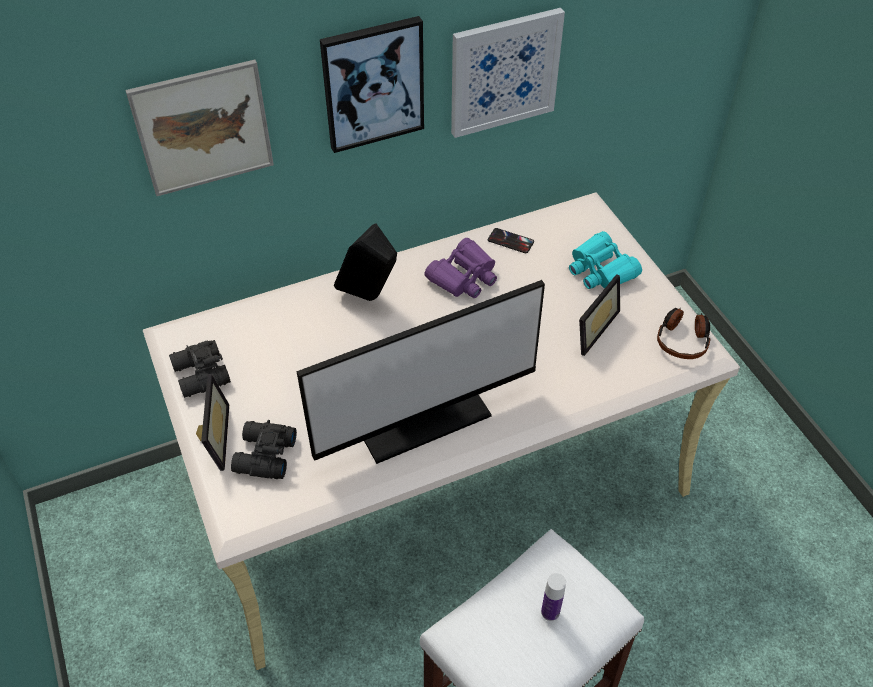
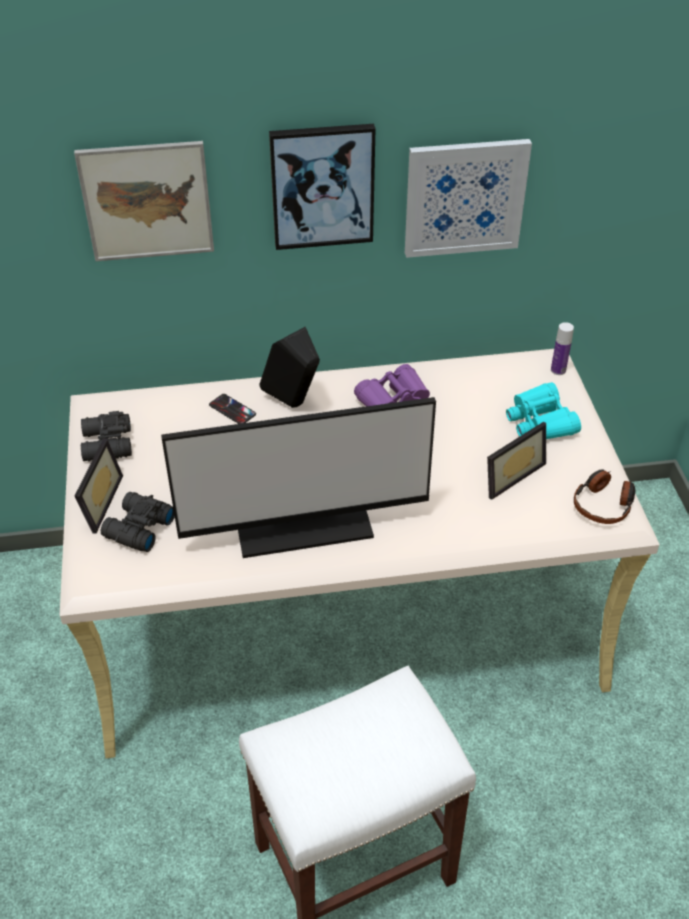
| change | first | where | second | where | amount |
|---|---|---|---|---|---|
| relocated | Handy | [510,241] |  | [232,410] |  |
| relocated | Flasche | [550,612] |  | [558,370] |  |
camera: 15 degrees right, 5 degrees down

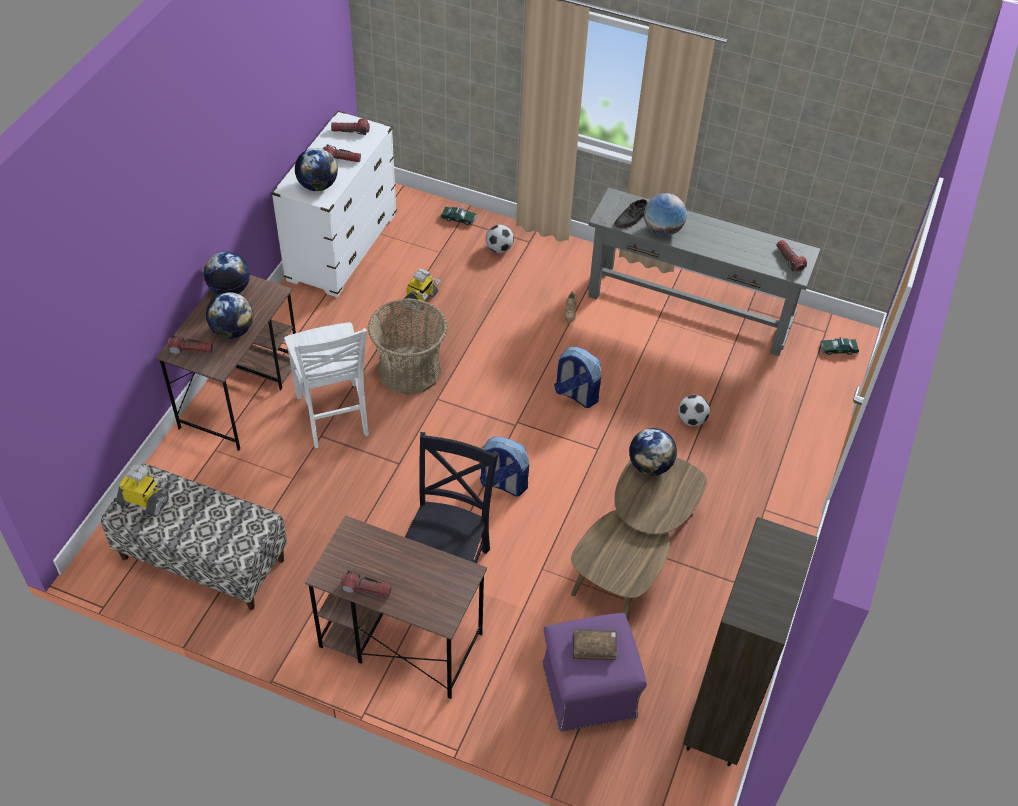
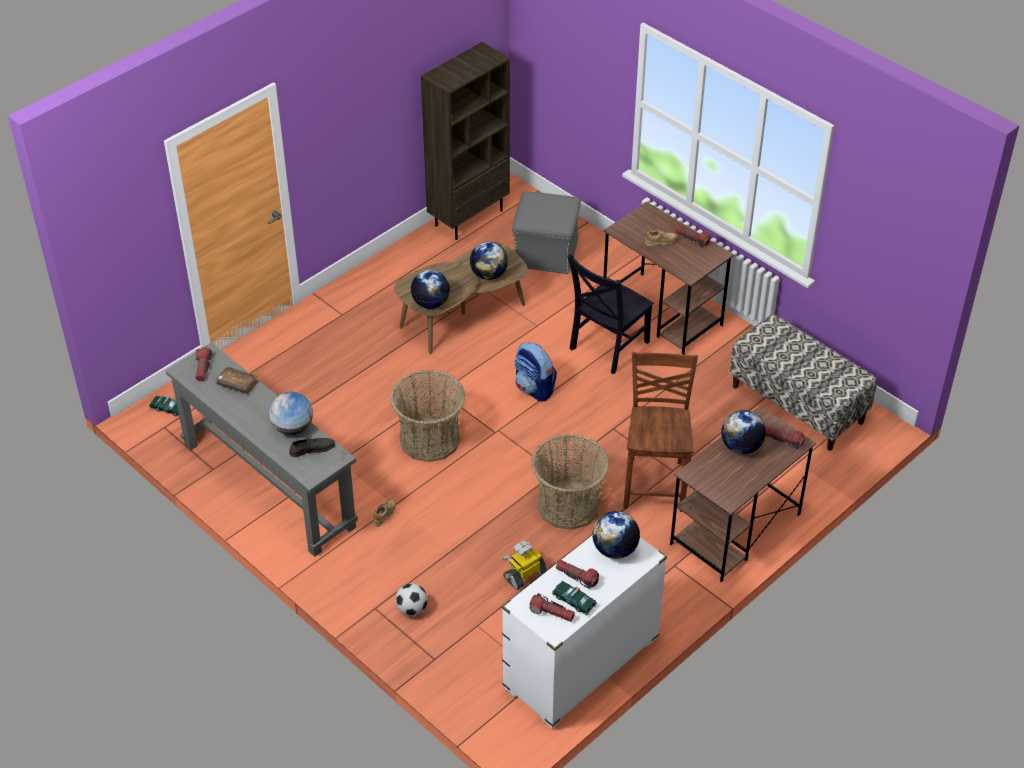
| change | first | where | second | where | amount |
|---|---|---|---|---|---|
| missing | Spielzeugroboter | [144,501] |  |  |  |
| missing | Fußball | [691,420] |  |  |  |
| appeared |  |  | Schuh (beige) | [661,243] |  |
| relocated | Globus | [230,289] |  | [488,275] |  |
| relocated | Spielzeugauto | [458,219] |  | [574,601] |  |
| relocated | Buch (braun) | [594,647] |  | [237,384] |  |
| exchanged | Rucksack | [575,395] | Korb | [430,439] |  |
| colour | Stuhl (weiß) | [333,417] | Stuhl (braun) | [655,483] |  |
| colour | Polsterhocker (lila) | [588,690] | Polsterhocker (grau) | [546,253] |  |
camera: 155 degrees left, 5 degrees down

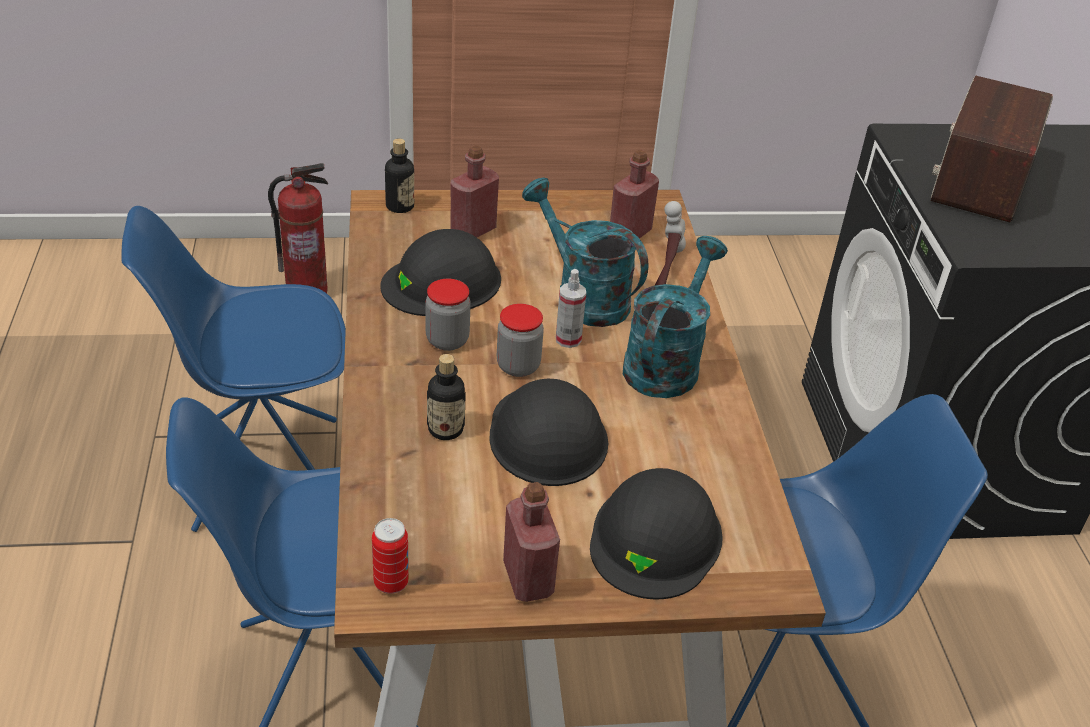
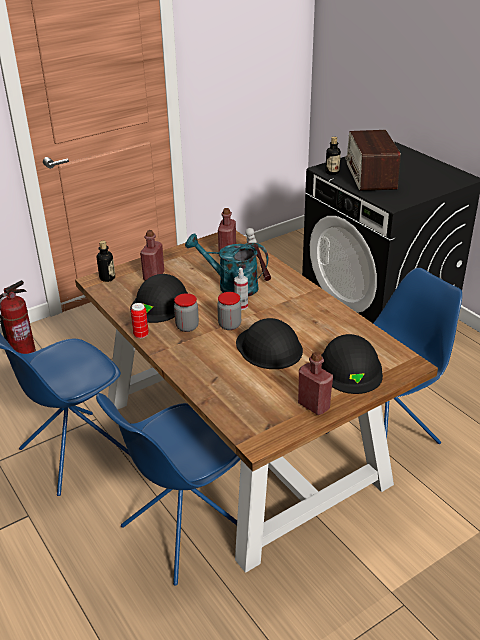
| change | first | where | second | where | amount |
|---|---|---|---|---|---|
| missing | Gießkanne (türkis) | [666,362] |  |  |  |
| relocated | Dose | [391,583] |  | [141,335] |  |
| relocated | Flasche | [445,429] |  | [332,172] |  |
camera: 25 degrees left, 5 degrees down

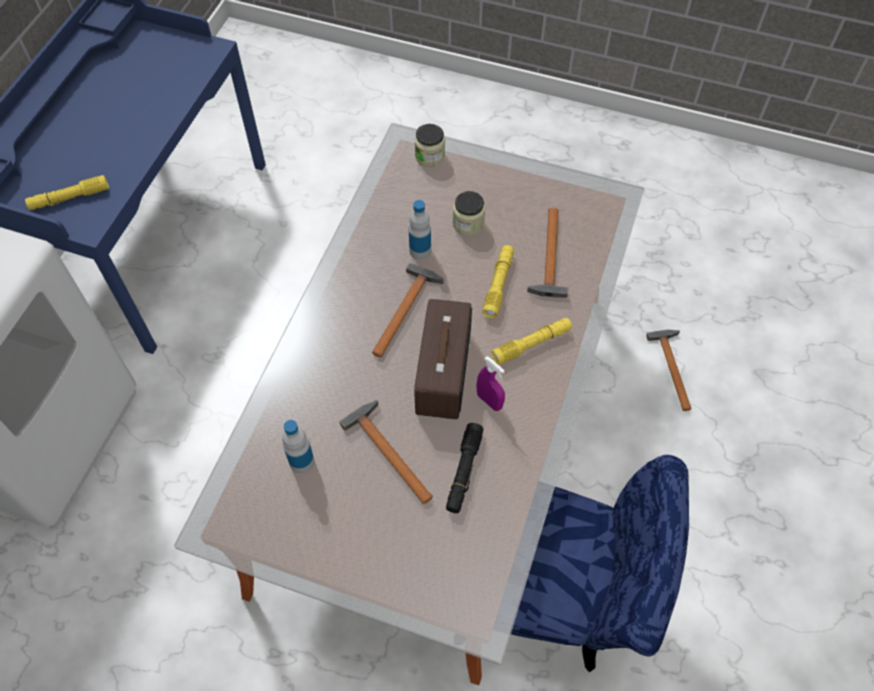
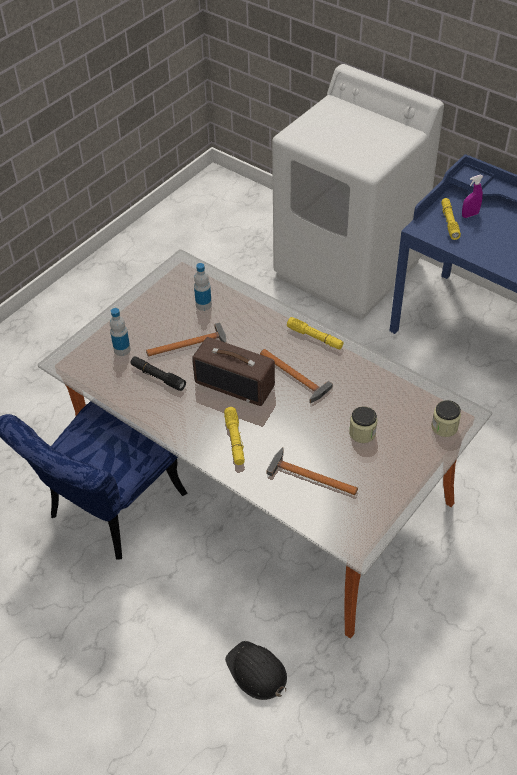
| change | first | where | second | where | amount |
|---|---|---|---|---|---|
| relocated | Flasche | [420,250] |  | [122,350] |  |
| relocated | Sprühflasche (lila) | [489,401] |  | [470,215] |  |
| relocated | Taschenlampe (gelb) | [498,285] |  | [315,337] |  |
| exchanged | Hammer | [672,366] | Schutzhelm (schwarz) | [256,672] |  |
camera: 110 degrees right, 10 degrees down

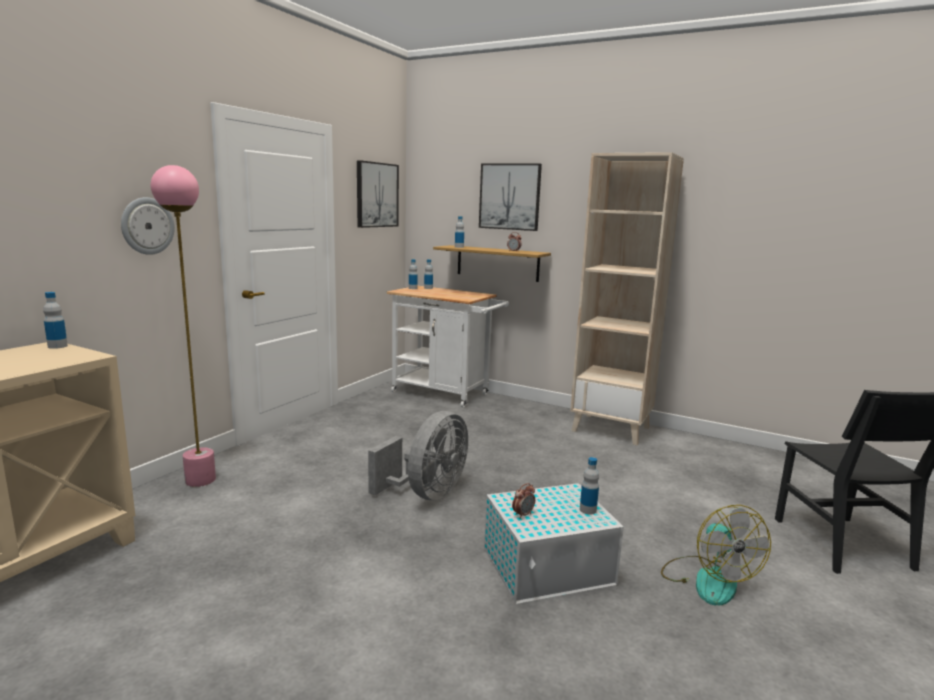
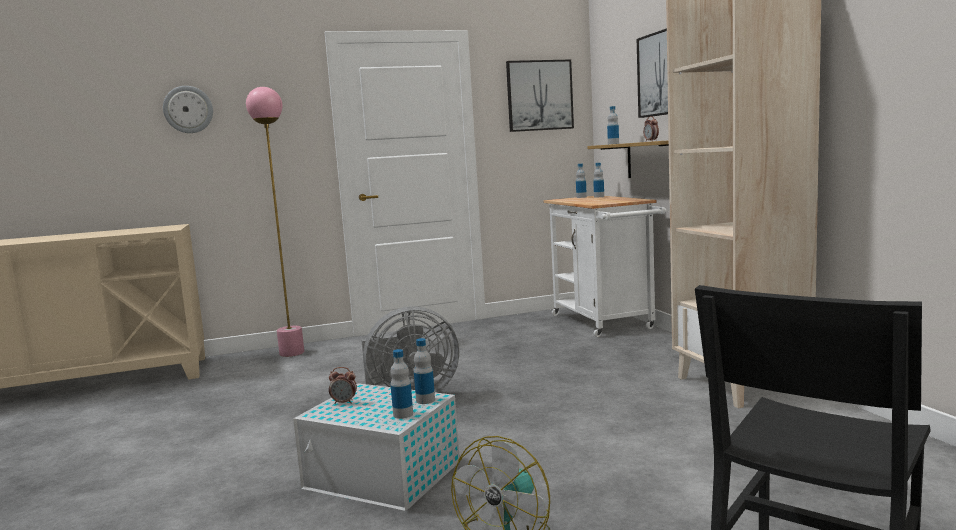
| change | first | where | second | where | amount |
|---|---|---|---|---|---|
| relocated | Flasche | [57,346] |  | [425,400] |  |
| relocated | Wanduhr | [147,226] |  | [188,109] |  |
camera: 45 degrees right, 5 degrees down

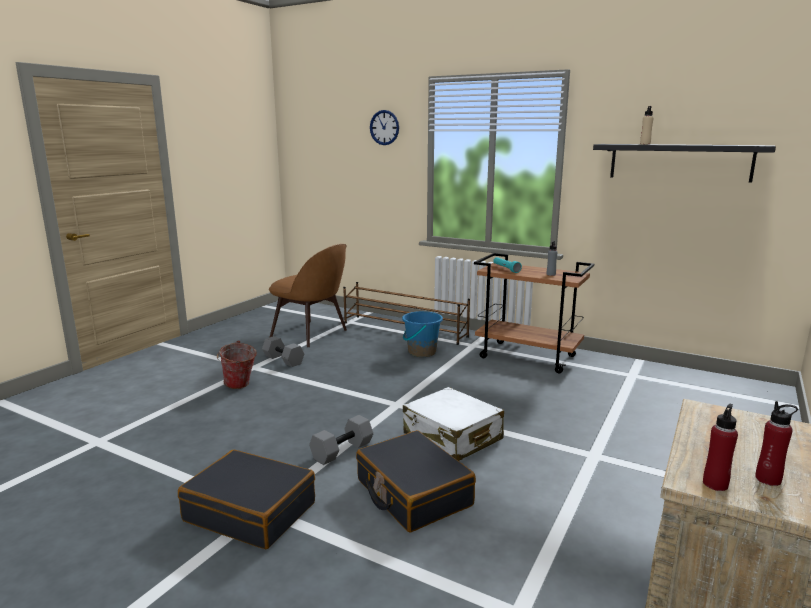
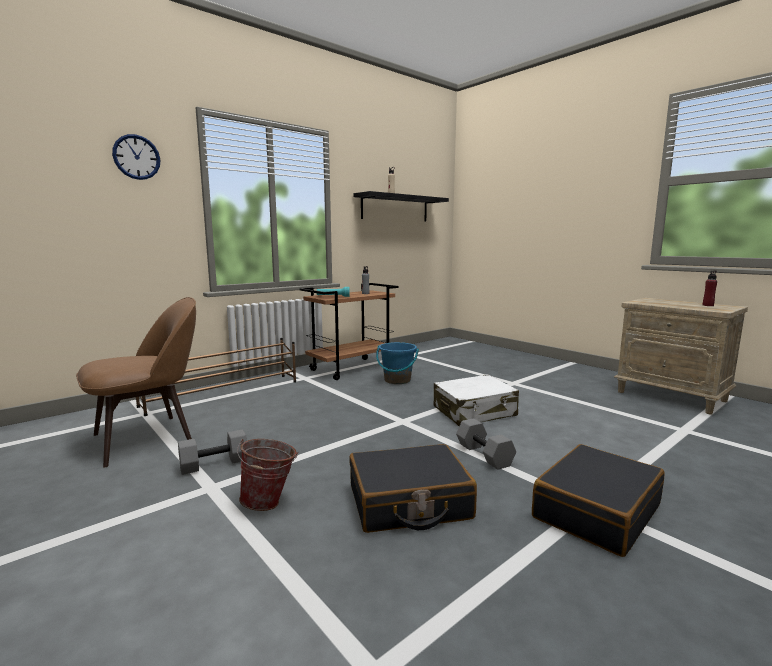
| change | first | where | second | where | amount |
|---|---|---|---|---|---|
| missing | Flasche (rot) | [715,484] |  |  |  |
| relocated | Koffer (schwarz) | [413,493] |  | [409,503] |  |
| relocated | Eimer (blau) | [421,352] |  | [397,380] |  |
camera: 70 degrees left, 5 degrees down

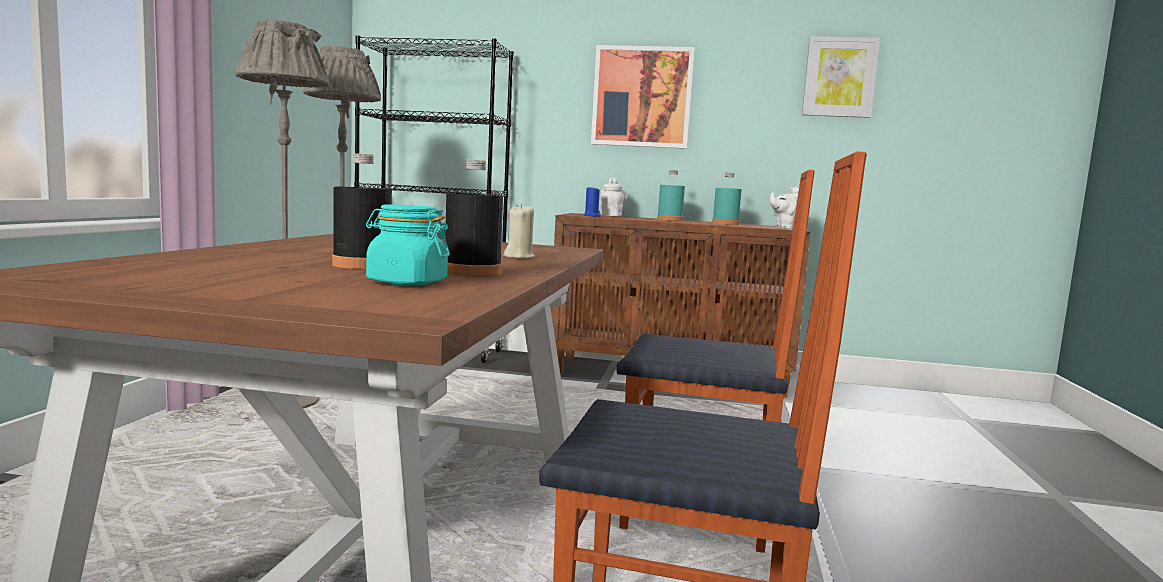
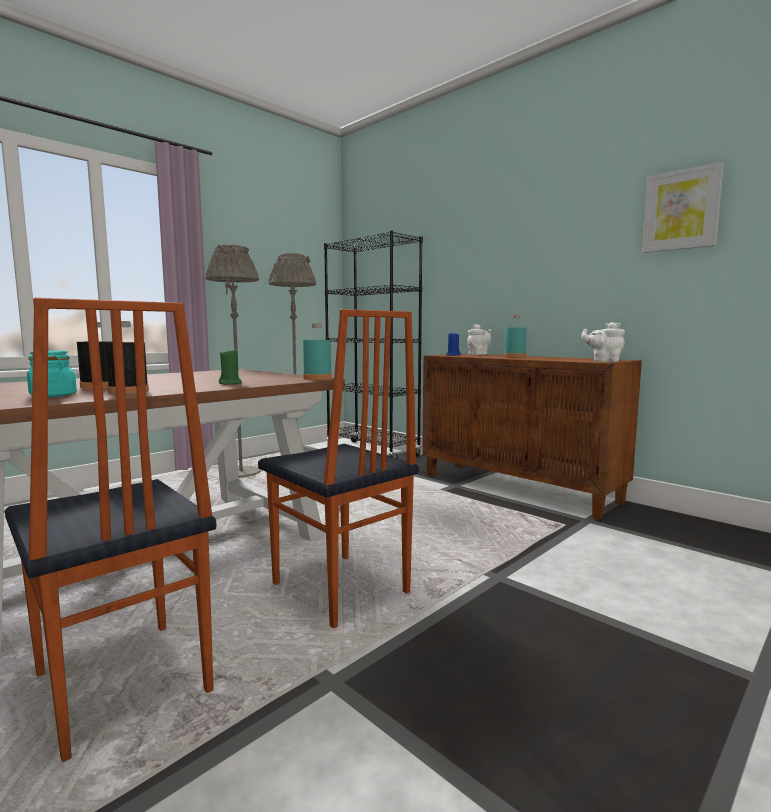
| change | first | where | second | where | amount |
|---|---|---|---|---|---|
| missing | Bild | [642,97] |  |  |  |
| relocated | Flasche (türkis) | [725,224] |  | [317,378] |  |
| colour | Kerze (beige) | [519,257] | Kerze (grün) | [230,383] |  |
camera: 35 degrees right, 0 degrees up

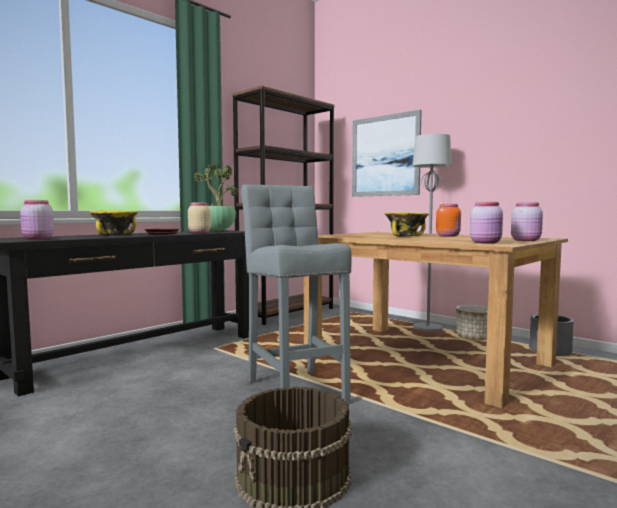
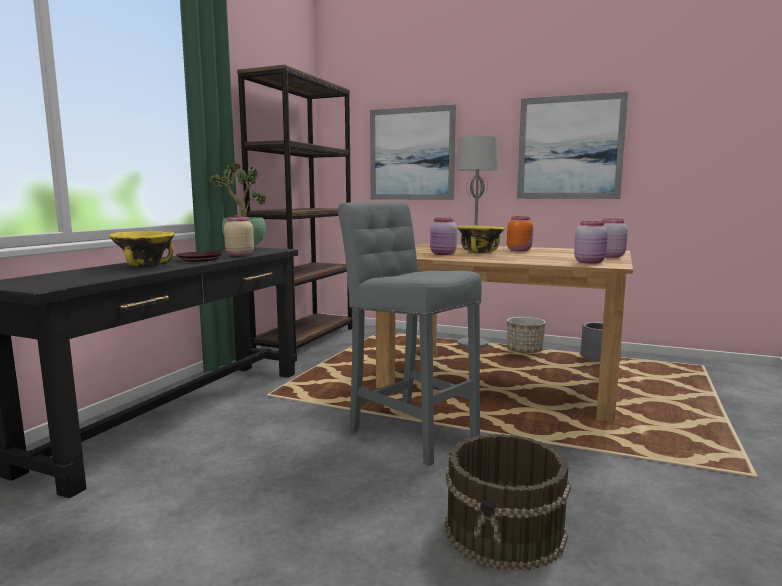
| change | first | where | second | where | amount |
|---|---|---|---|---|---|
| appeared |  |  | Bild | [570,148] |  |
| relocated | Vorratsglas (rosa) | [37,238] |  | [443,254] |  |
camera: 20 degrees left, 5 degrees up

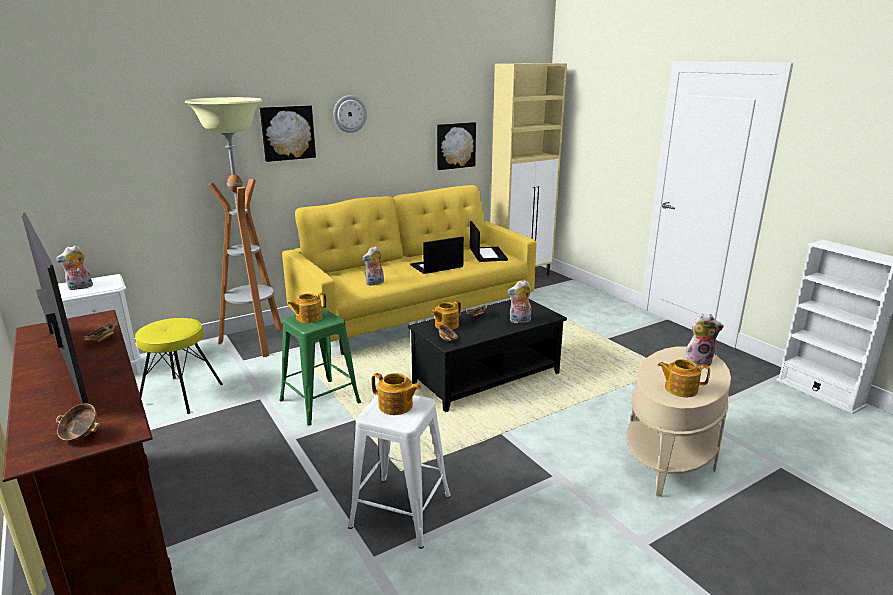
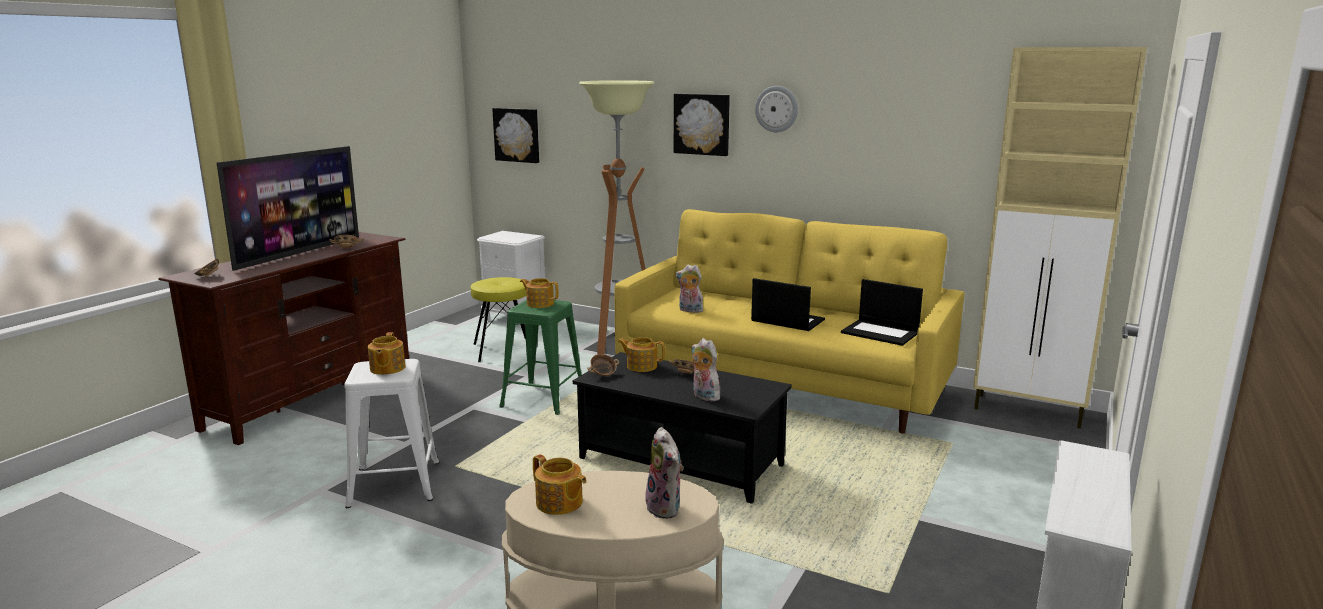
| change | first | where | second | where | amount |
|---|---|---|---|---|---|
| missing | Plüschtier | [80,287] |  |  |  |
| relocated | Bild | [455,145] |  | [517,135] |  |
| spun | Laptop | [487,254] |  | [881,333] | 75 degrees clockwise |
| spun | Teekanne | [680,389] |  | [559,503] | 150 degrees clockwise |
camera: 60 degrees right, 5 degrees down

